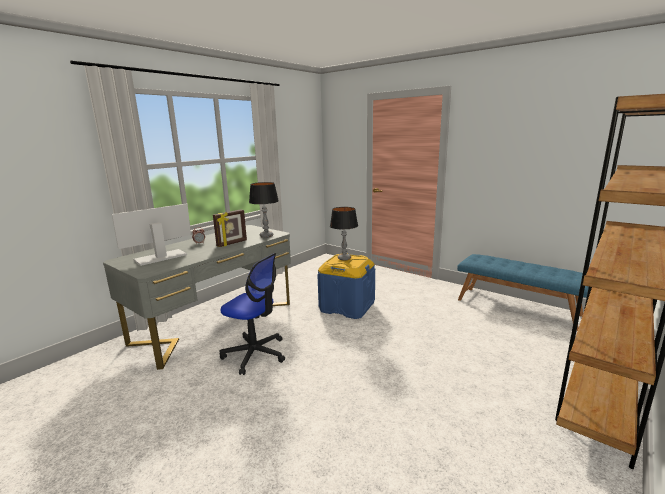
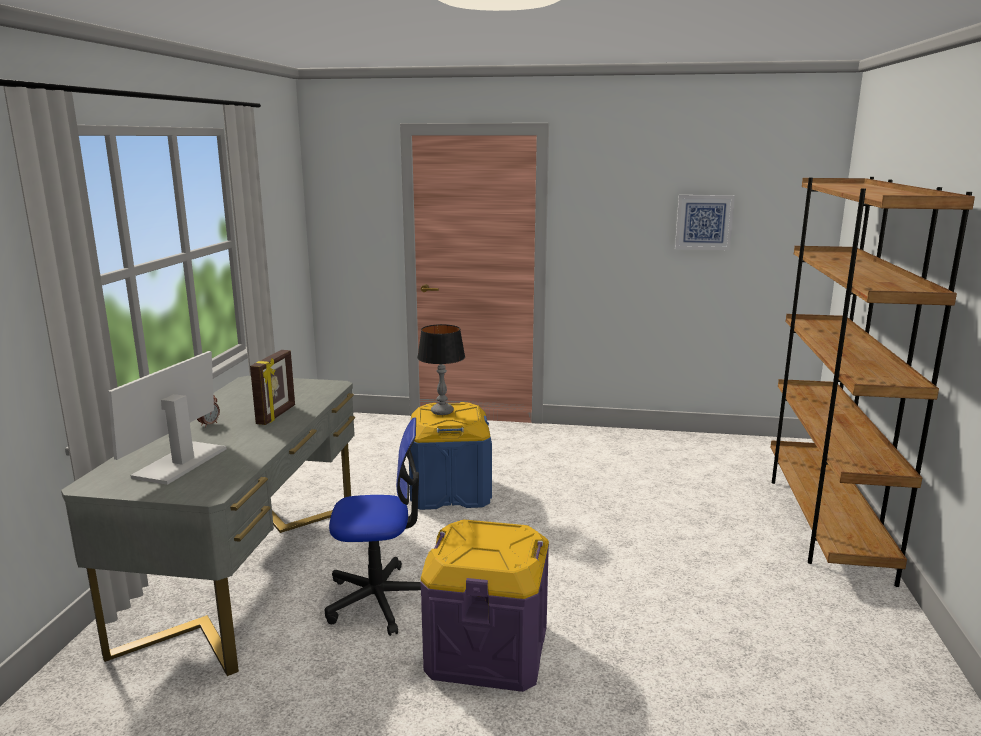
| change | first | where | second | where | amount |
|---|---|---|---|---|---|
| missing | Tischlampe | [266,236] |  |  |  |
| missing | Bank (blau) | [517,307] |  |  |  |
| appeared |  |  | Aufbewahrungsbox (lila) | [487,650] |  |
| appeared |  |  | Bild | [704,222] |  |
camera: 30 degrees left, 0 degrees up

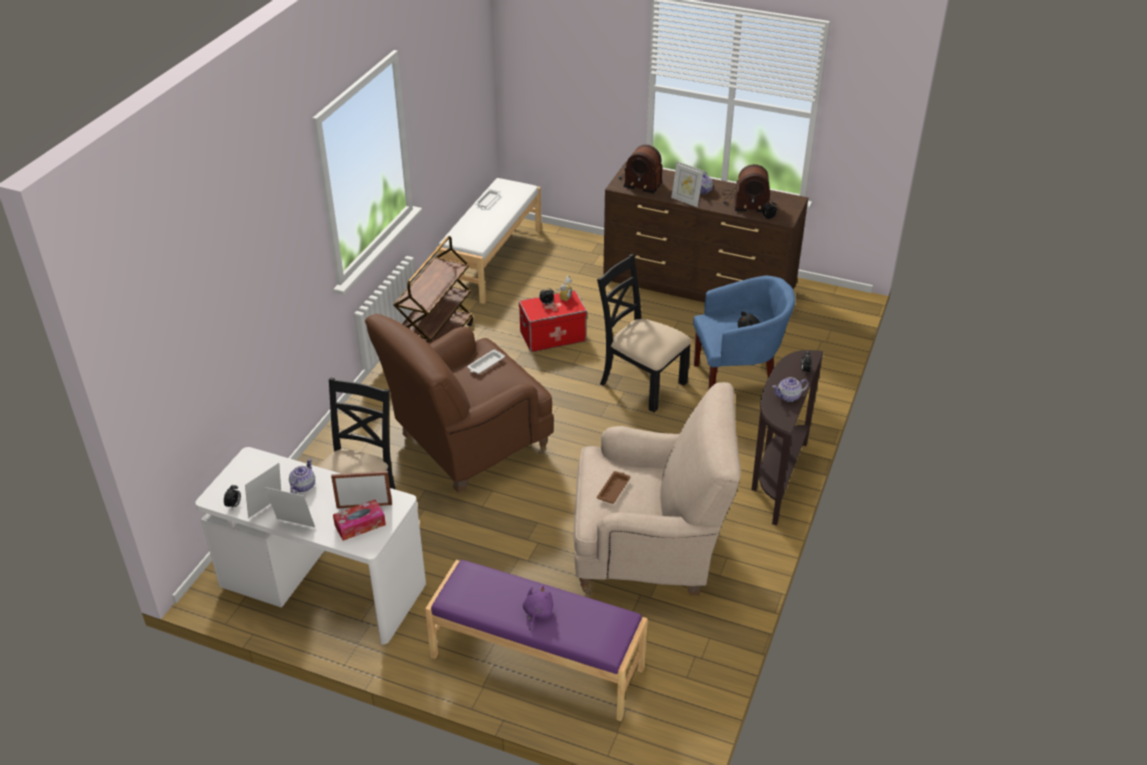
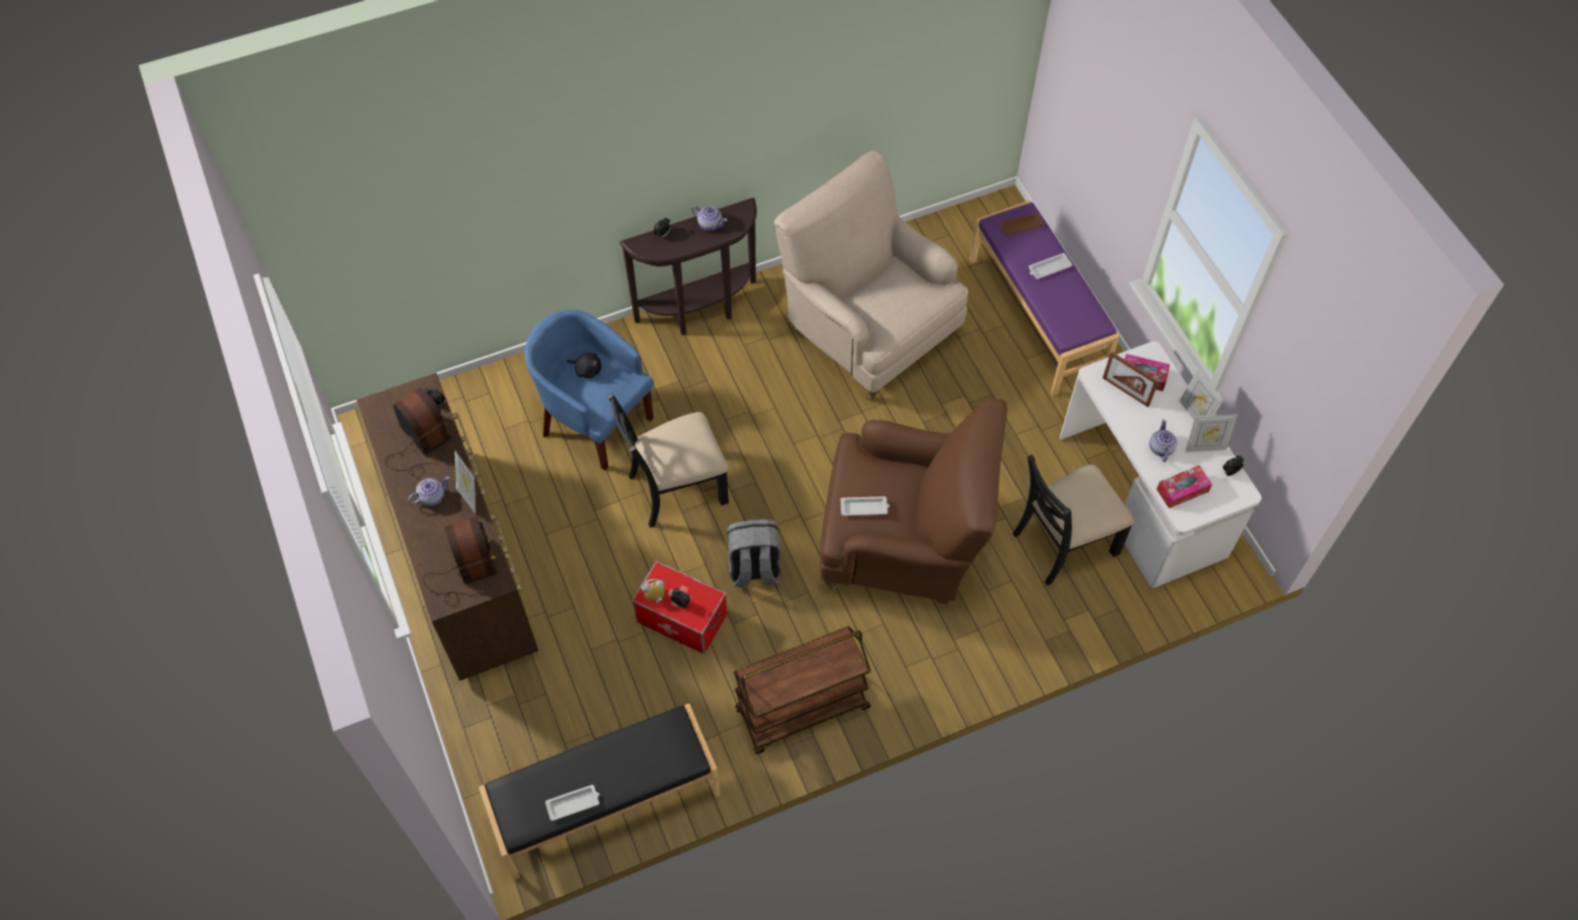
| change | first | where | second | where | amount |
|---|---|---|---|---|---|
| appeared |  |  | Rucksack (grau) | [754,569] |  |
| appeared |  |  | Taschentuchbox | [1182,490] |  |
| relocated | Tablett (braun) | [614,489] |  | [1020,226] |  |
| exchanged | Plüschtier (lila) | [537,613] | Tablett (weiß) | [1048,268] |  |
| colour | Bank (weiß) | [491,260] | Bank (schwarz) | [607,805] |  |
| spun | Teekanne | [303,486] |  | [1160,448] | 120 degrees clockwise |
| spun | Stuhl (schwarz) | [642,383] |  | [676,488] | 75 degrees clockwise |
camera: 135 degrees left, 20 degrees up

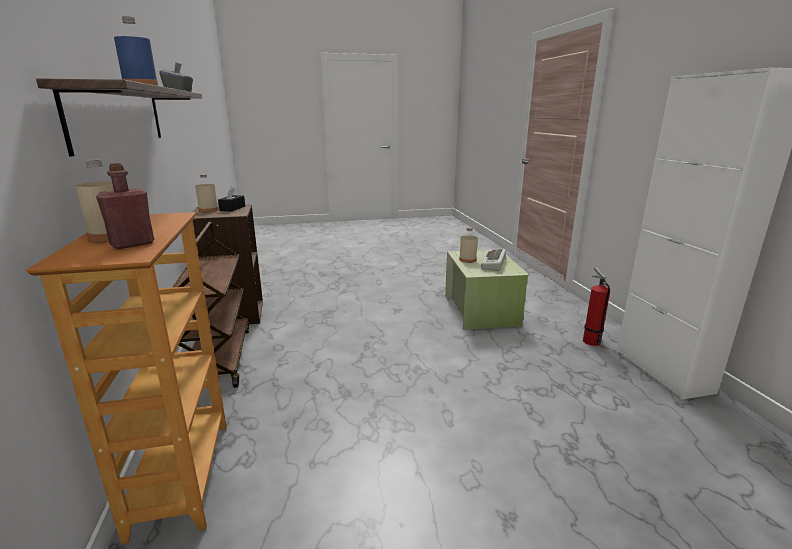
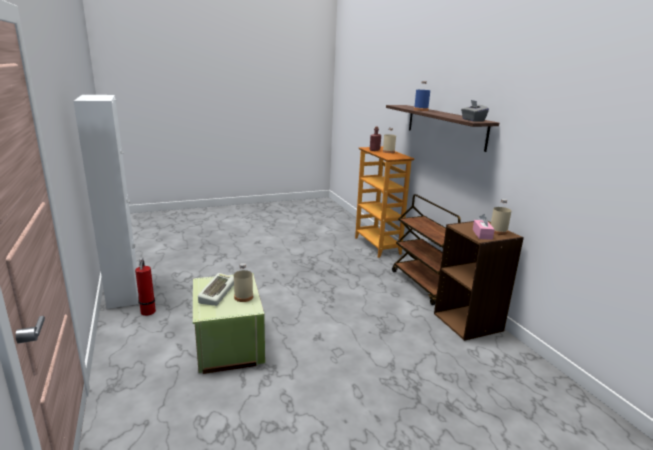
| change | first | where | second | where | amount |
|---|---|---|---|---|---|
| colour | Taschentuchbox (schwarz) | [232,208] | Taschentuchbox (rosa) | [482,234] |  |
camera: 170 degrees right, 0 degrees up

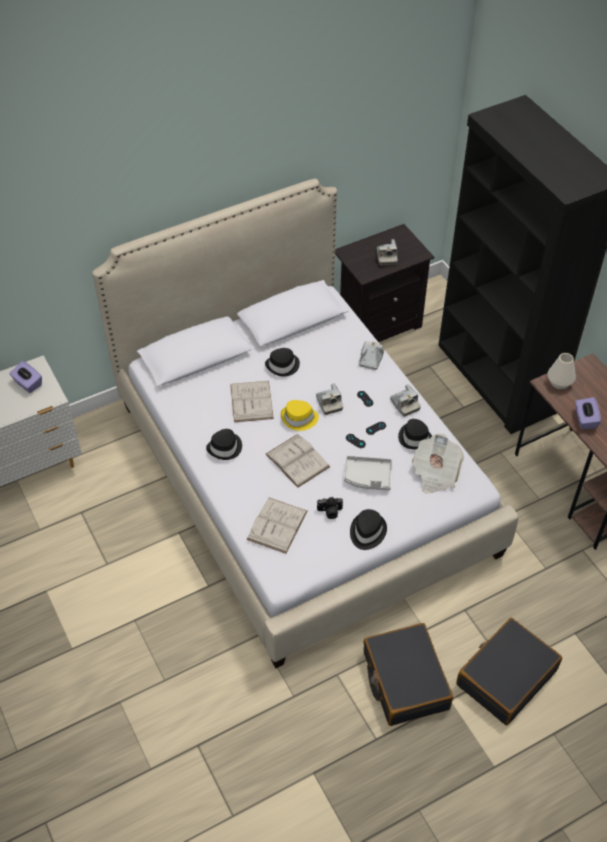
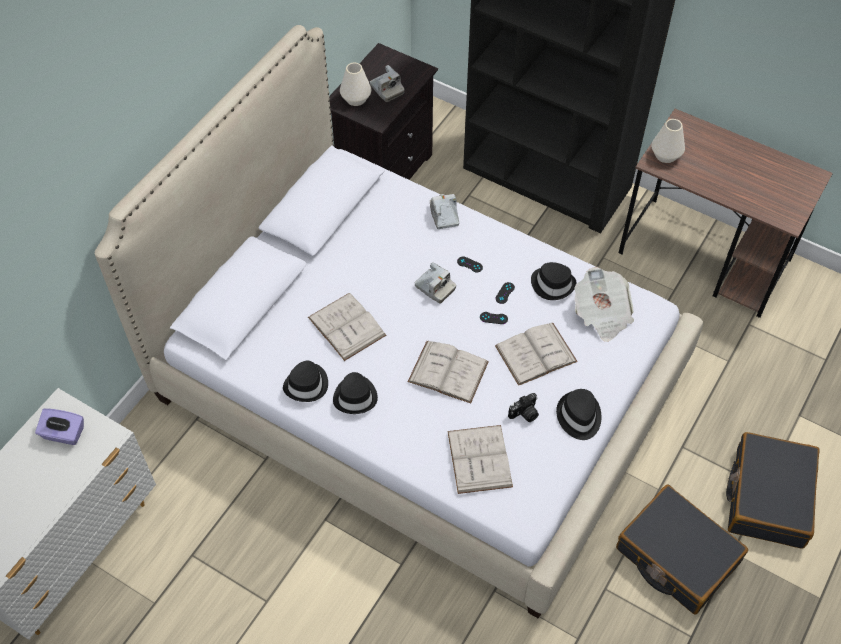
| change | first | where | second | where | amount |
|---|---|---|---|---|---|
| missing | Hut (gelb) | [299,419] |  |  |  |
| missing | Kamera | [404,405] |  |  |  |
| missing | Taschentuchbox (lila) | [585,419] |  |  |  |
| appeared |  |  | Vase (weiß) | [355,99] |  |
| relocated | Hut (schwarz) | [283,366] |  | [307,385] |  |
| exchanged | Tablett (grau) | [368,477] | Buch (weiß) | [536,353] |  |
camera: 30 degrees left, 5 degrees up

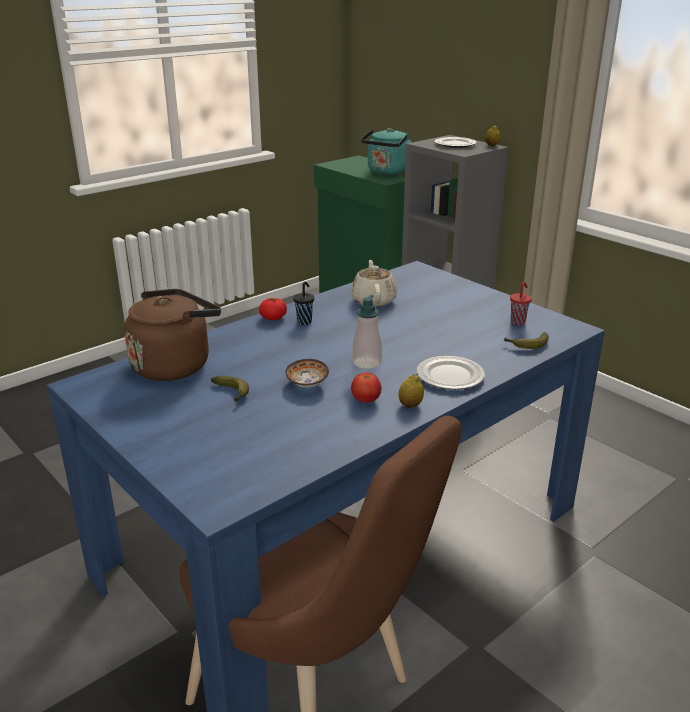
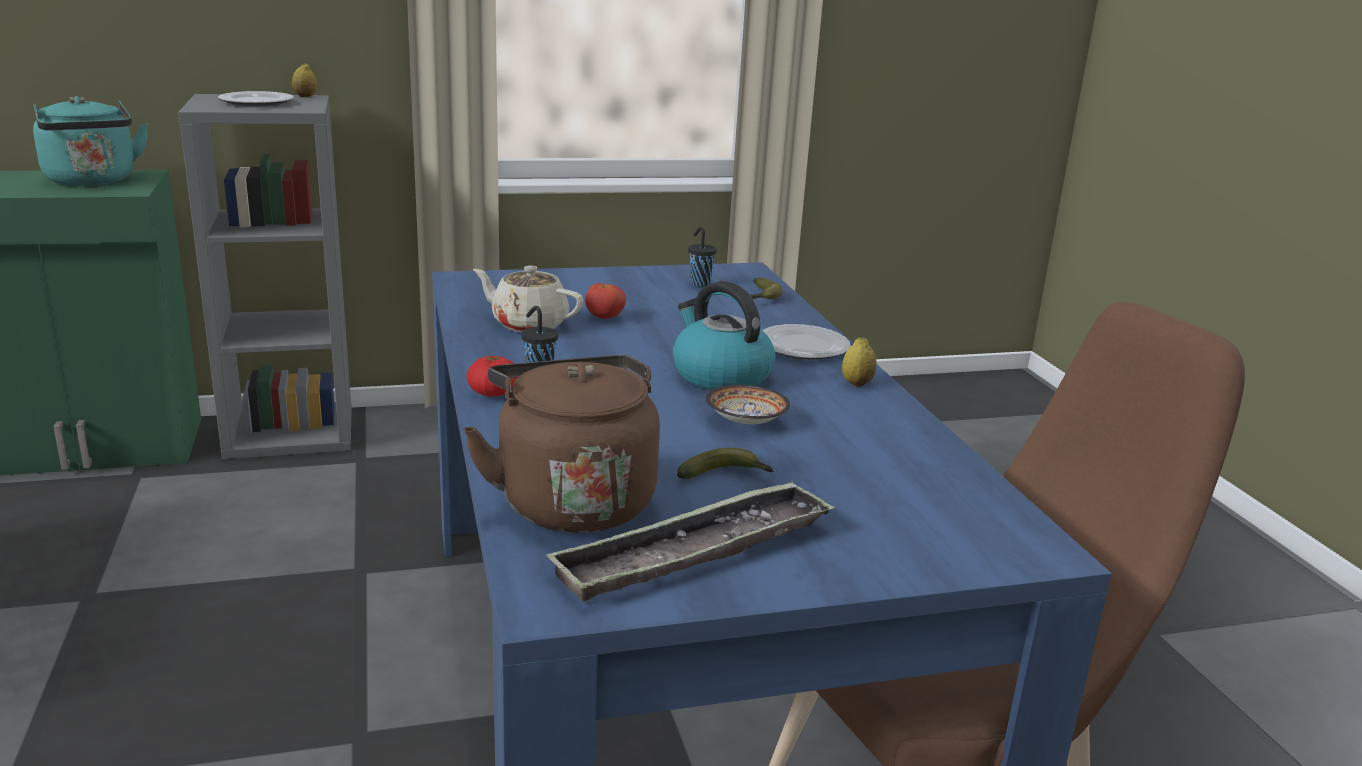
| change | first | where | second | where | amount |
|---|---|---|---|---|---|
| appeared |  |  | Tablett | [694,552] |  |
| relocated | Tomate | [366,400] |  | [605,318] |  |
| exchanged | Seifenspender | [367,363] | Wasserkessel | [720,375] |  |
| colour | Tasse (rot) | [518,322] | Tasse (schwarz) | [699,283] |  |
camera: 65 degrees left, 5 degrees down

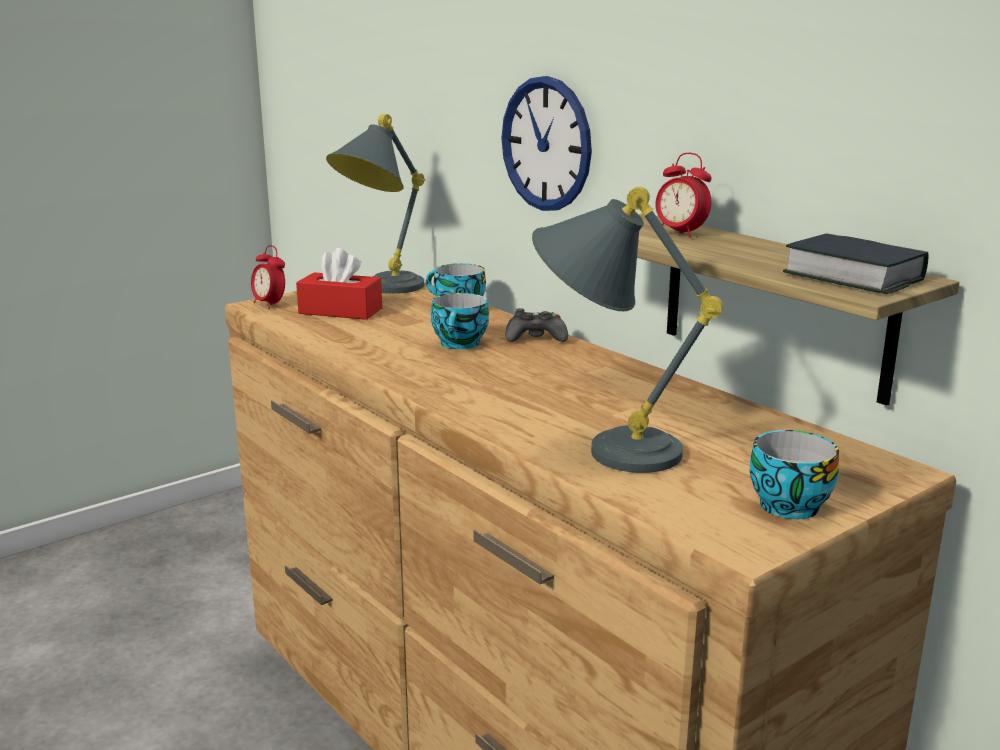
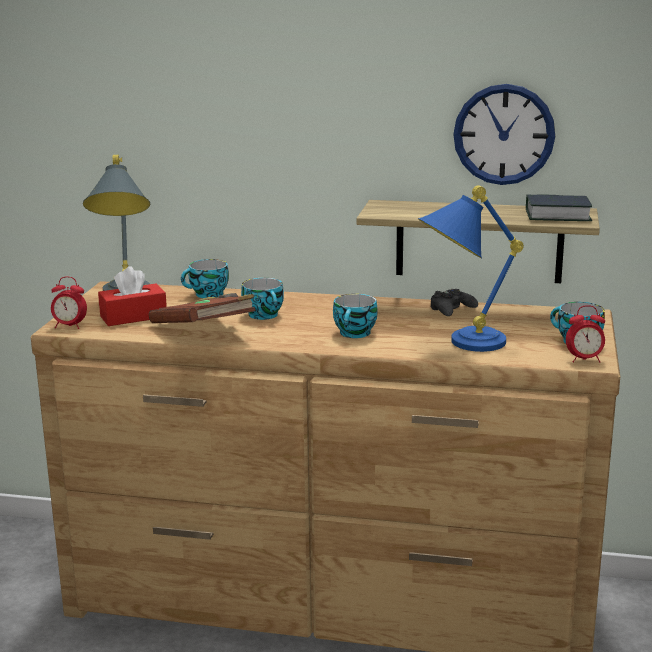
| change | first | where | second | where | amount |
|---|---|---|---|---|---|
| appeared |  |  | Buch (braun) | [204,331] |  |
| appeared |  |  | Tasse | [355,334] |  |
| relocated | Wanduhr | [546,144] |  | [504,134] |  |
| relocated | Gamepad (schwarz) | [536,338] |  | [451,309] |  |
| relocated | Wecker | [680,234] |  | [584,360] |  |
| colour | Tischlampe (grau) | [603,448] | Tischlampe (blau) | [459,344] |  |
camera: 40 degrees left, 0 degrees up

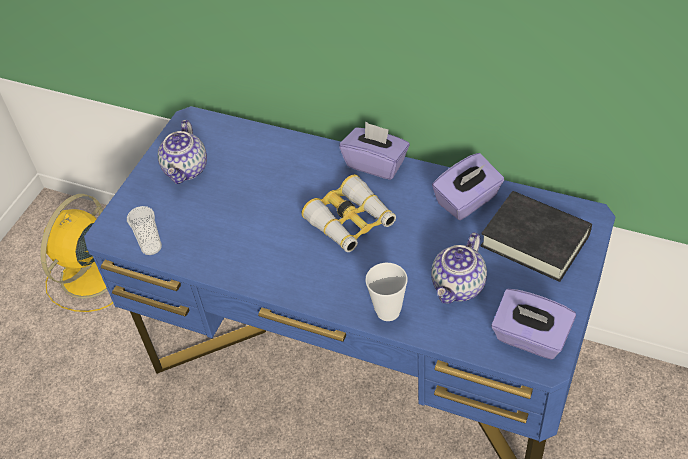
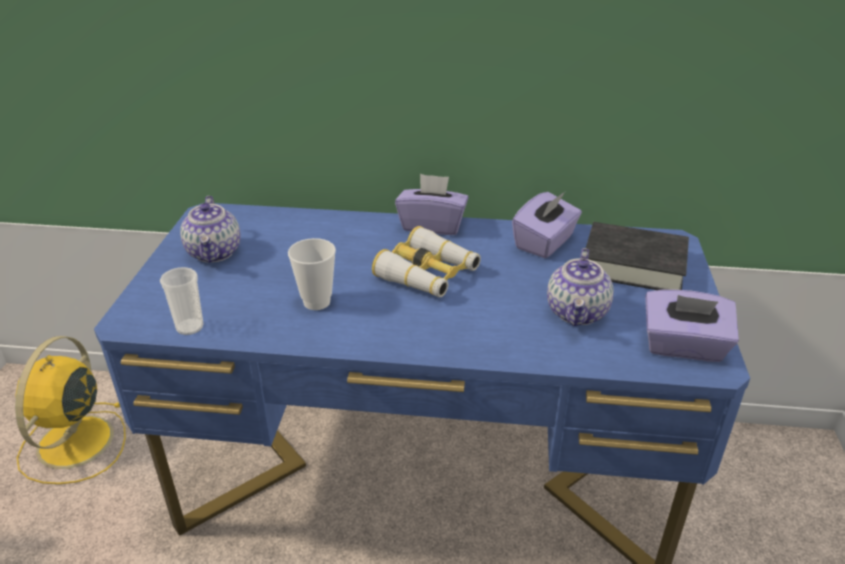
| change | first | where | second | where | amount |
|---|---|---|---|---|---|
| relocated | Tasse | [388,311] |  | [317,302] |  |
camera: 20 degrees left, 15 degrees down

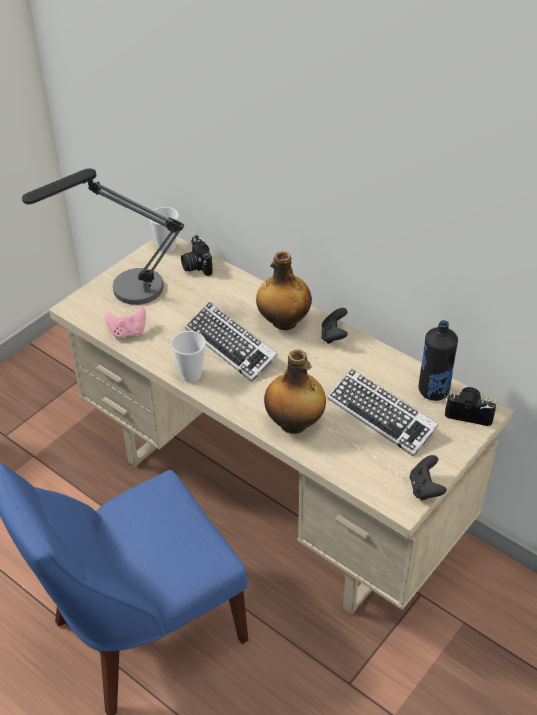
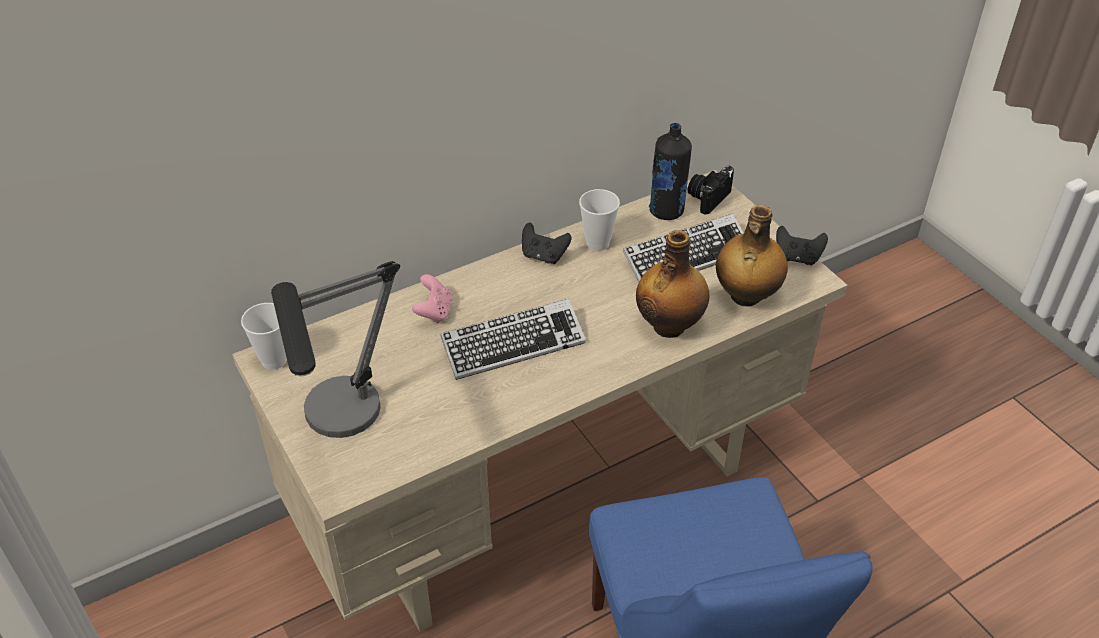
| change | first | where | second | where | amount |
|---|---|---|---|---|---|
| missing | Kamera | [196,266] |  |  |  |
| relocated | Gamepad (rosa) | [128,332] |  | [434,312] |  |
| relocated | Tasse | [191,375] |  | [597,243] |  |
| relocated | Flasche | [283,322] |  | [745,296] |  |
camera: 70 degrees left, 0 degrees up

